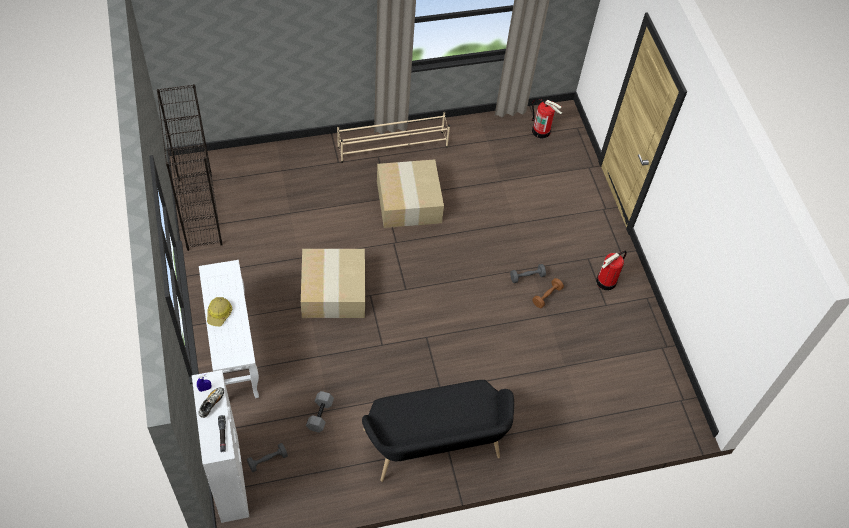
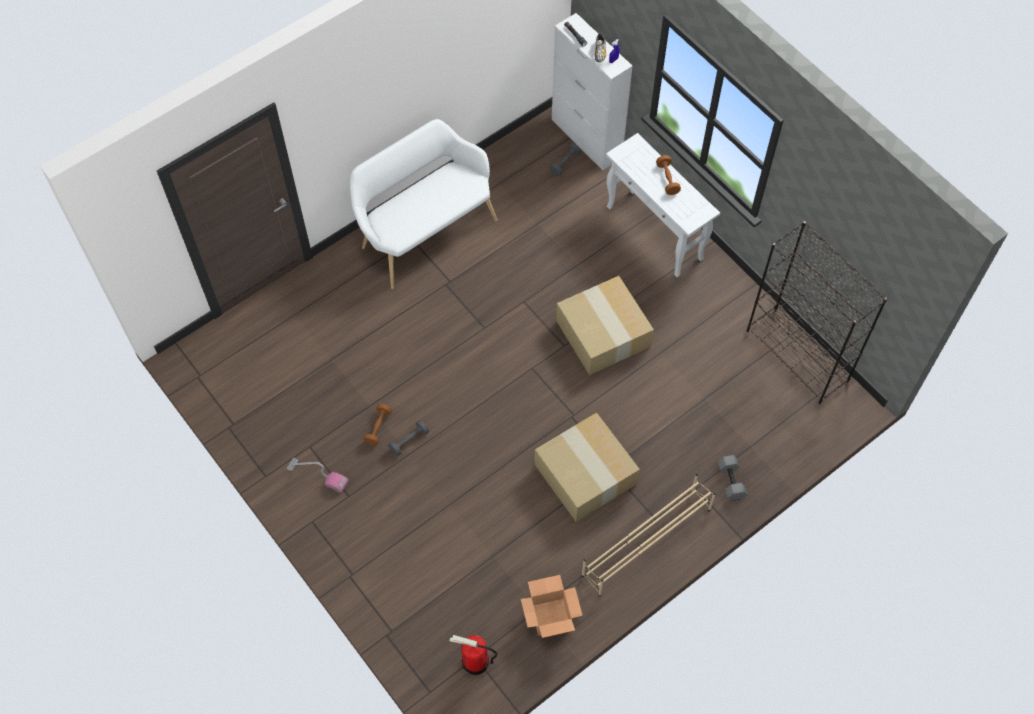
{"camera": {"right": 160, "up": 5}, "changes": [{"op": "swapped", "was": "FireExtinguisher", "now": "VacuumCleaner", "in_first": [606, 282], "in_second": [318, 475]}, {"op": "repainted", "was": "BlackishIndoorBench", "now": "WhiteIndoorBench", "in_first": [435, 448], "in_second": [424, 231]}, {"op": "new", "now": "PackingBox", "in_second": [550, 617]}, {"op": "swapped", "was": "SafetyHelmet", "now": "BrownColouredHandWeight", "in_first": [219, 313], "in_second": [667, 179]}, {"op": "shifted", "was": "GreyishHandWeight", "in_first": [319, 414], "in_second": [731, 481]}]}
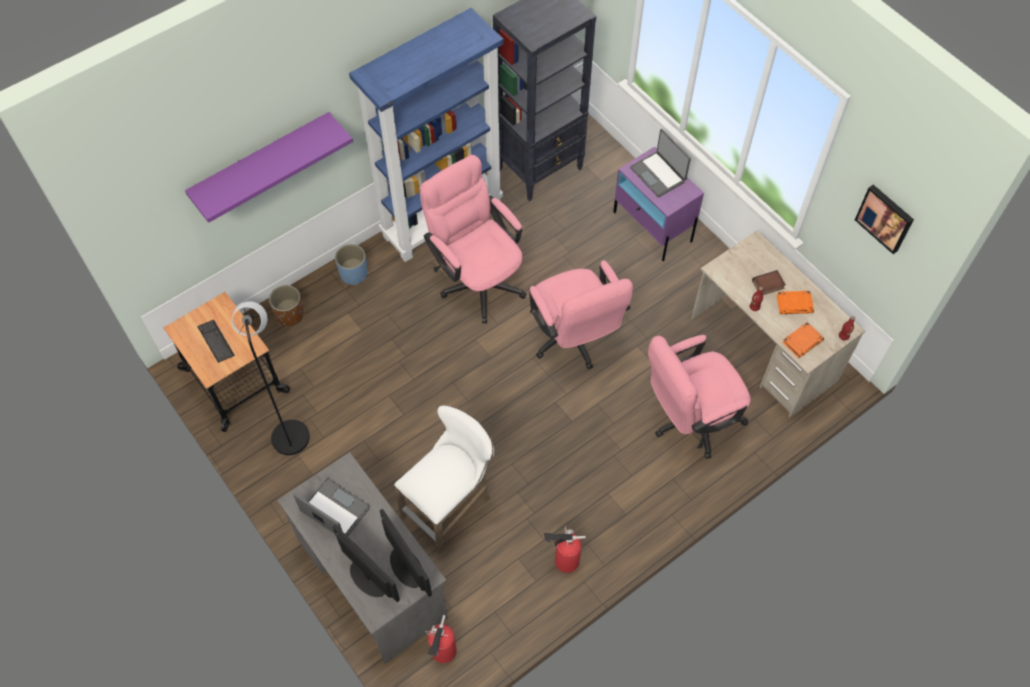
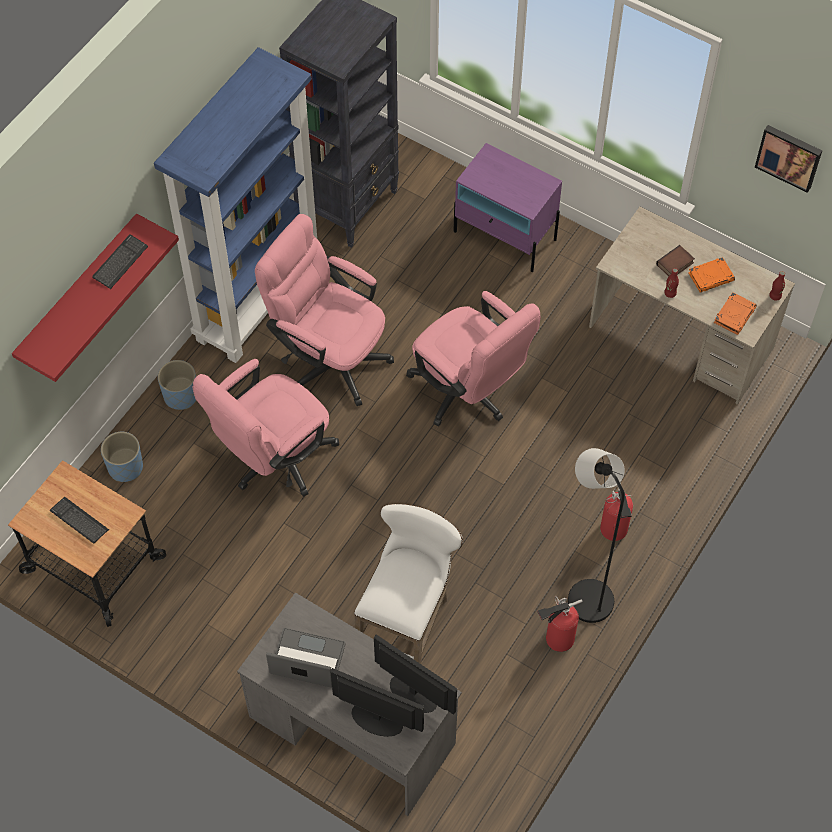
{"camera": {"right": -20, "up": 0}, "changes": [{"op": "repainted", "was": "PurplishWallShelf", "now": "RedColouredWallShelf", "in_first": [261, 161], "in_second": [78, 293]}, {"op": "new", "now": "PcKeyboard", "in_second": [120, 262]}, {"op": "repainted", "was": "BrownColouredPlanter", "now": "BluishPlanter", "in_first": [290, 315], "in_second": [125, 467]}, {"op": "shifted", "was": "PinkDeskChair", "in_first": [689, 420], "in_second": [273, 460]}, {"op": "shifted", "was": "BlackishFloorLamp", "in_first": [289, 431], "in_second": [585, 594]}, {"op": "shifted", "was": "FireExtinguisher", "in_first": [442, 653], "in_second": [614, 531]}, {"op": "gone", "was": "Laptop", "in_first": [658, 174]}]}
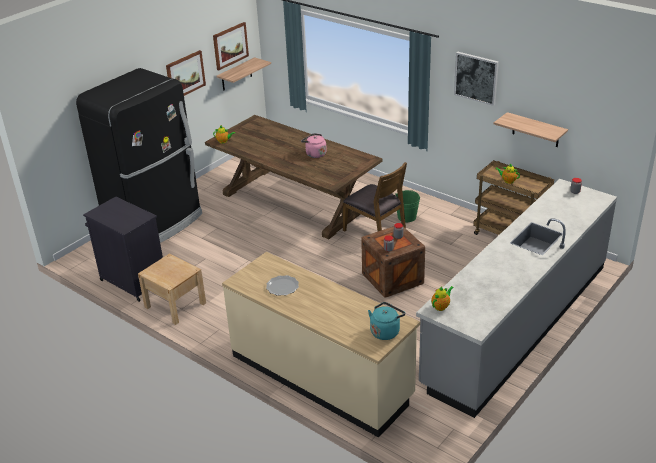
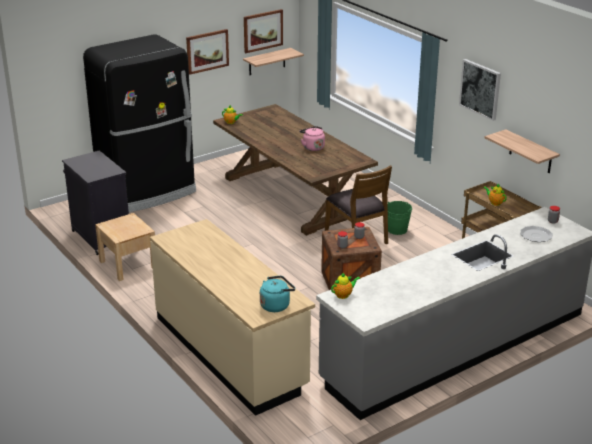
{"camera": {"right": 15, "up": -5}, "changes": [{"op": "shifted", "was": "DinnerPlate", "in_first": [282, 287], "in_second": [536, 236]}]}
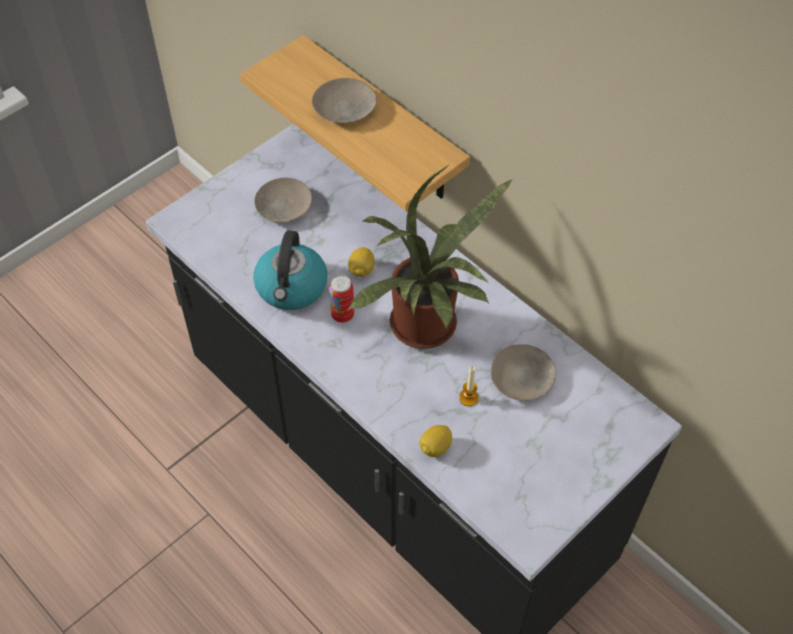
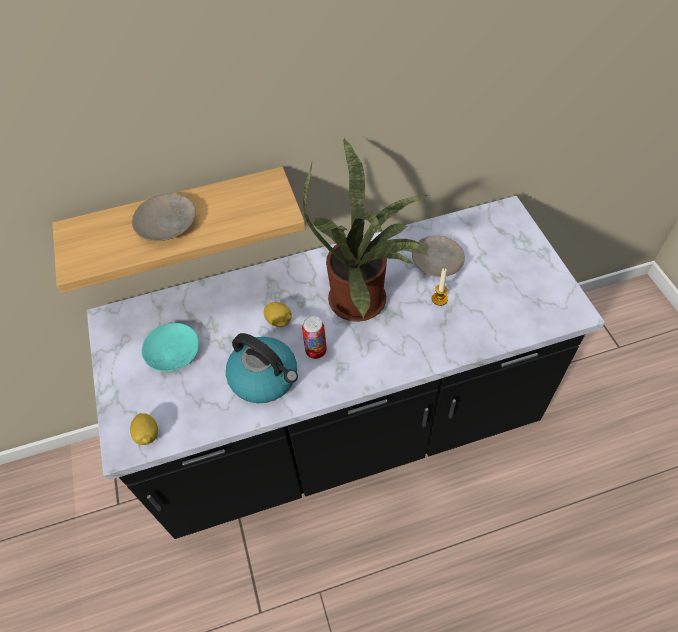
{"camera": {"right": -60, "up": 0}, "changes": [{"op": "shifted", "was": "CitrusFruit", "in_first": [435, 448], "in_second": [147, 435]}, {"op": "repainted", "was": "BeigeColouredDinnerPlate", "now": "TurquoiseColouredDinnerPlate", "in_first": [283, 206], "in_second": [173, 352]}]}
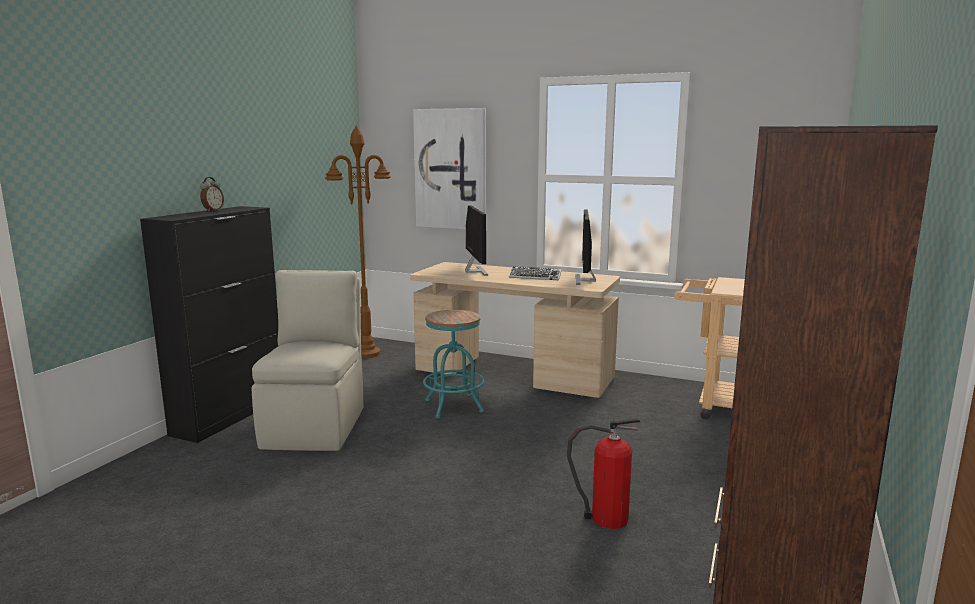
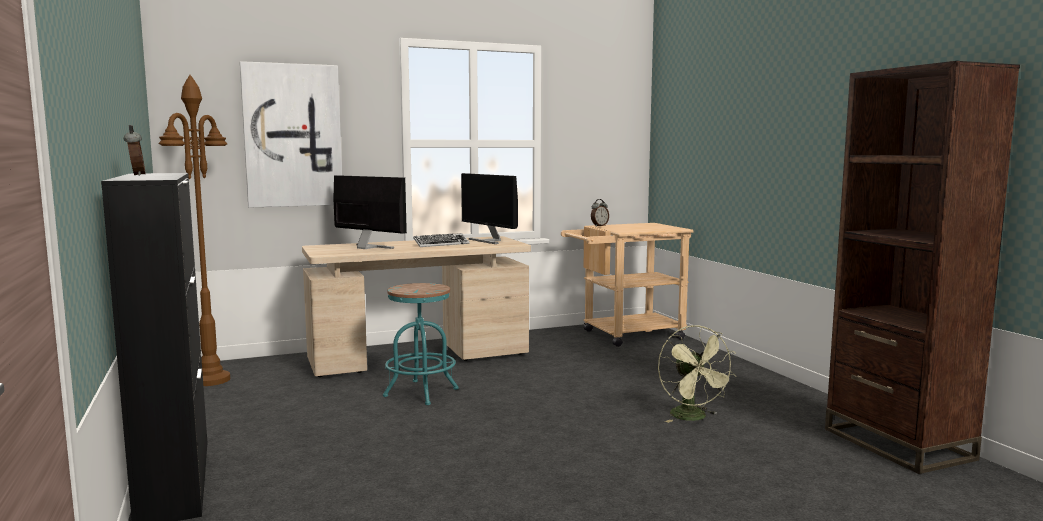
{"camera": {"right": -45, "up": -5}, "changes": [{"op": "new", "now": "TableClock", "in_second": [599, 226]}, {"op": "swapped", "was": "FireExtinguisher", "now": "GreenColouredCoolingFan", "in_first": [605, 518], "in_second": [693, 418]}, {"op": "gone", "was": "BeigeColouredChair", "in_first": [316, 426]}]}
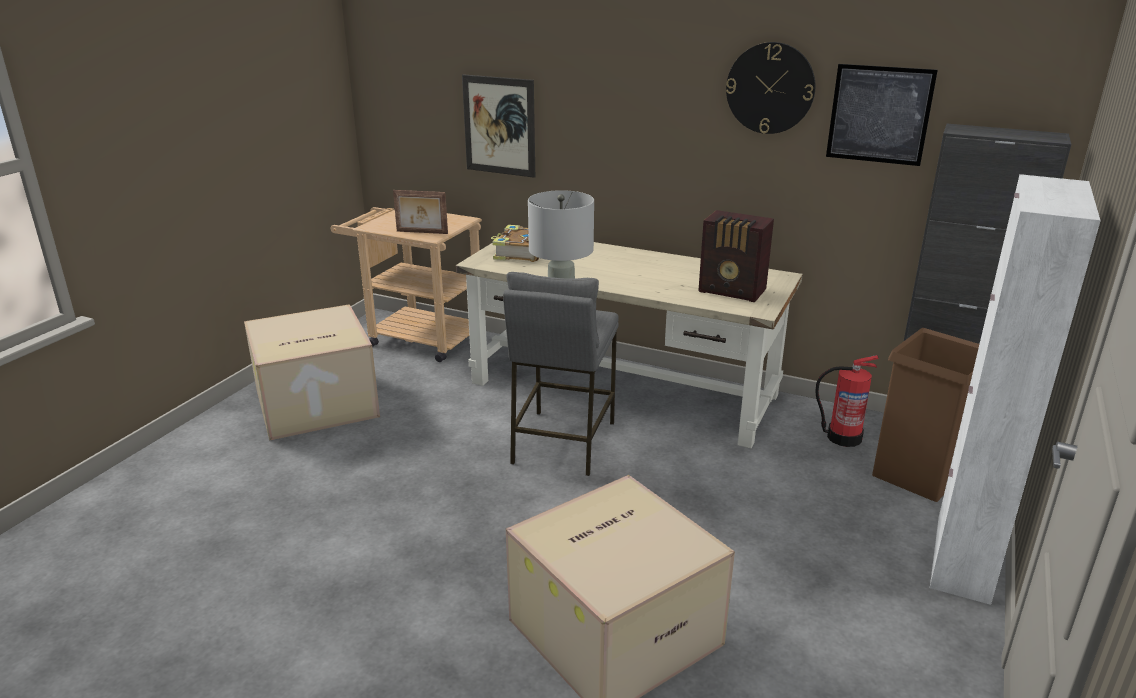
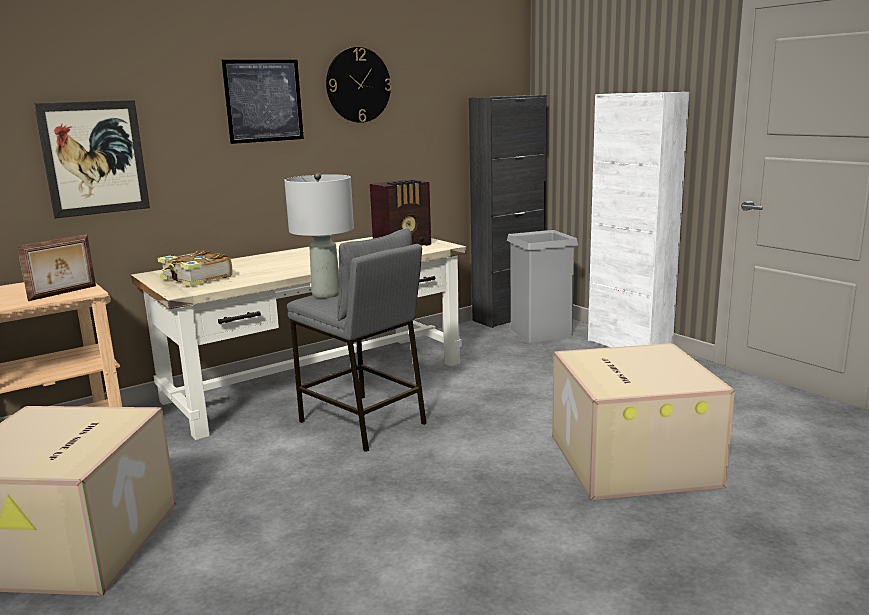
{"camera": {"right": -60, "up": -10}, "changes": [{"op": "shifted", "was": "WallArt", "in_first": [879, 114], "in_second": [263, 101]}, {"op": "repainted", "was": "BrownColouredRubbishBin", "now": "GreyishRubbishBin", "in_first": [917, 474], "in_second": [540, 332]}, {"op": "gone", "was": "FireExtinguisher", "in_first": [842, 437]}]}
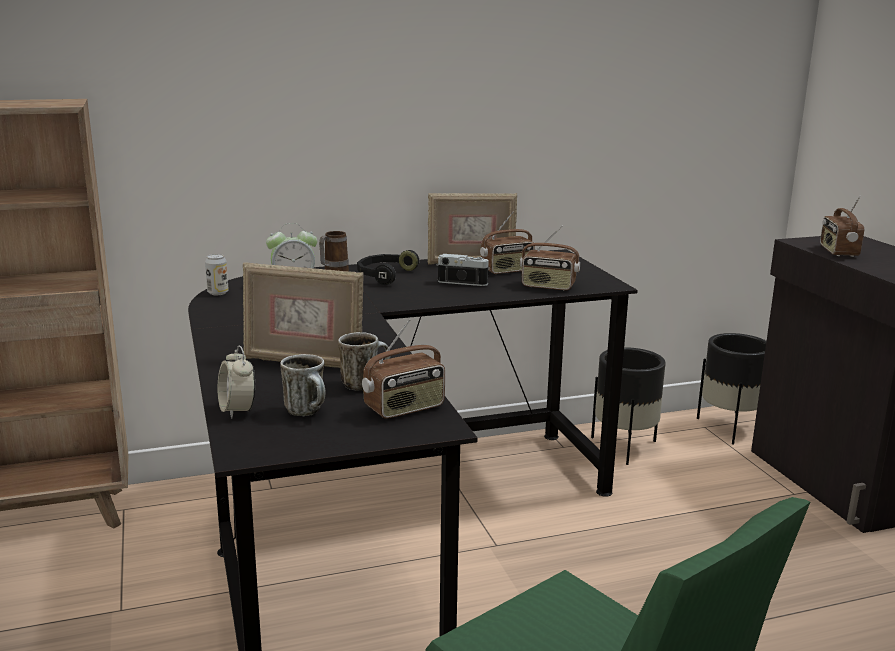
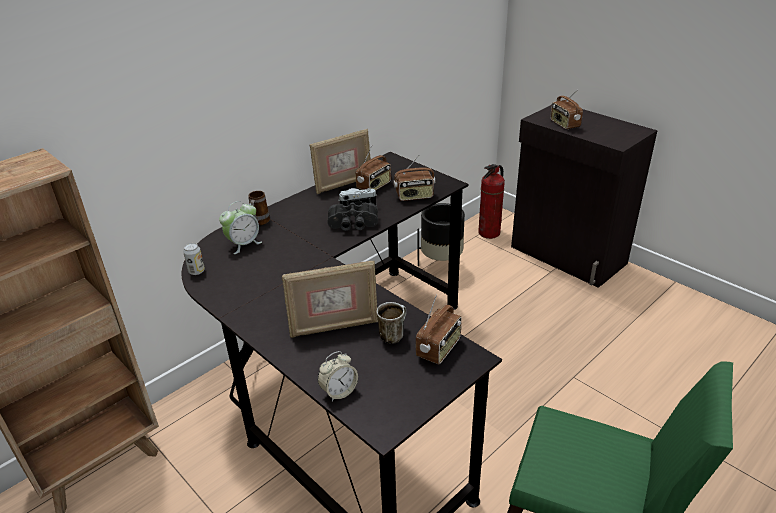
{"camera": {"right": -25, "up": 15}, "changes": [{"op": "rotated", "was": "TableClock", "in_first": [237, 410], "in_second": [339, 391], "clockwise": -75}, {"op": "new", "now": "BlackishBinoculars", "in_second": [353, 225]}, {"op": "swapped", "was": "BlackishPlanter", "now": "FireExtinguisher", "in_first": [729, 428], "in_second": [489, 233]}, {"op": "gone", "was": "Mug", "in_first": [309, 412]}, {"op": "gone", "was": "BlackishPairOfHeadphones", "in_first": [384, 275]}]}
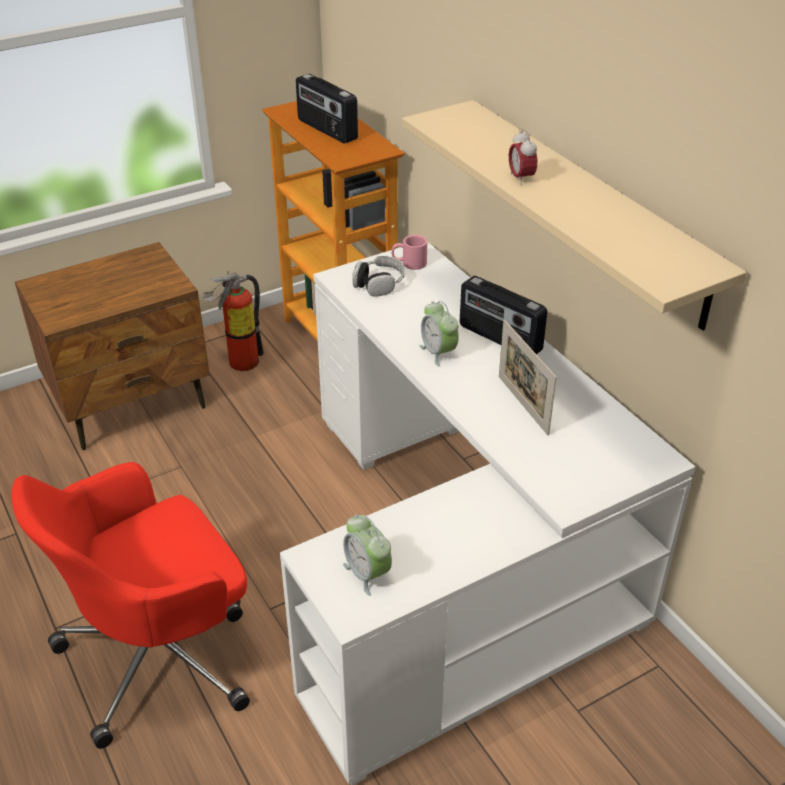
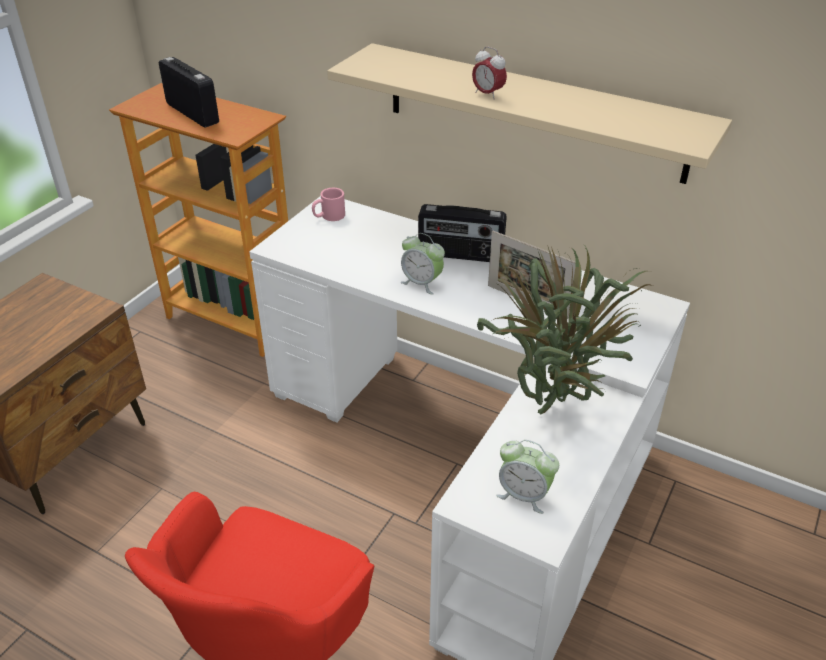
{"camera": {"right": -30, "up": 0}, "changes": [{"op": "rotated", "was": "Radio", "in_first": [326, 130], "in_second": [193, 113], "clockwise": -150}, {"op": "new", "now": "Houseplant", "in_second": [556, 403]}, {"op": "gone", "was": "FireExtinguisher", "in_first": [239, 362]}, {"op": "gone", "was": "PairOfHeadphones", "in_first": [379, 283]}]}
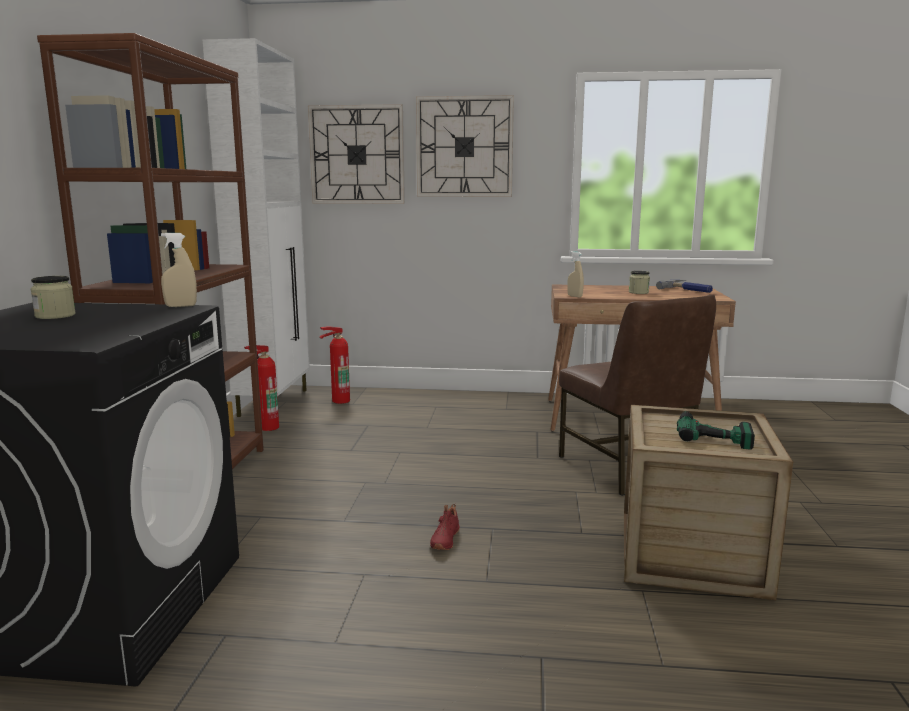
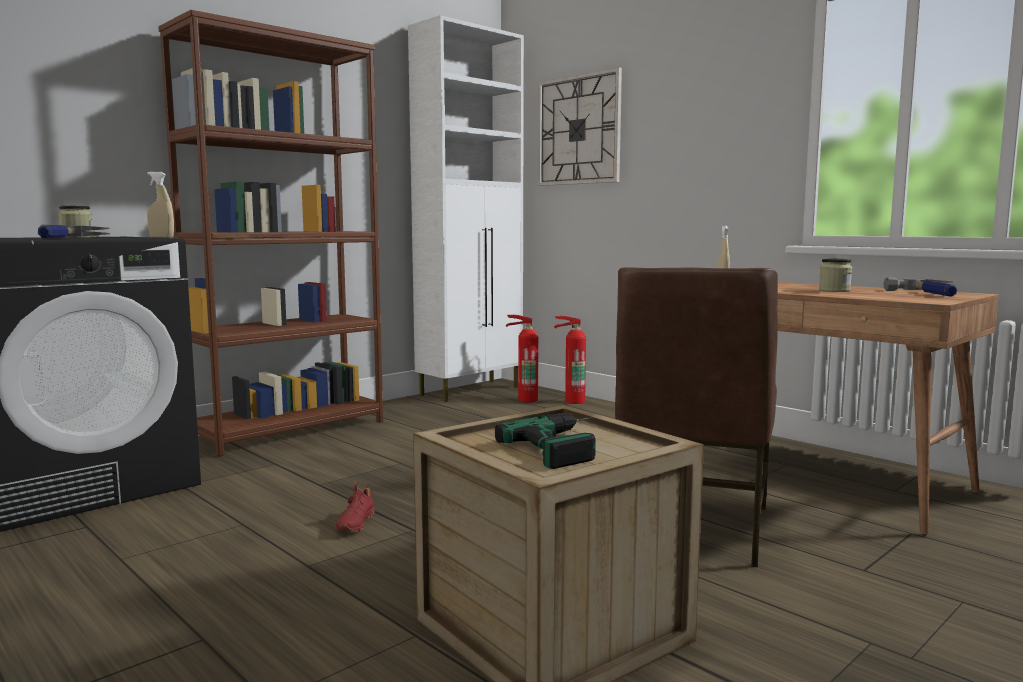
{"camera": {"right": 40, "up": -5}, "changes": [{"op": "new", "now": "Hammer", "in_second": [64, 238]}, {"op": "rotated", "was": "RedColouredItemOfFootwear", "in_first": [444, 539], "in_second": [354, 523], "clockwise": -45}, {"op": "shifted", "was": "FireExtinguisher", "in_first": [266, 427], "in_second": [572, 401]}, {"op": "gone", "was": "HangingClock", "in_first": [464, 147]}]}
